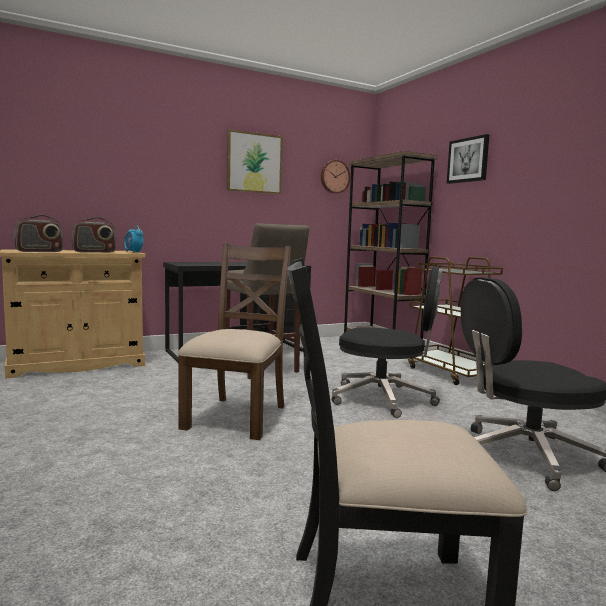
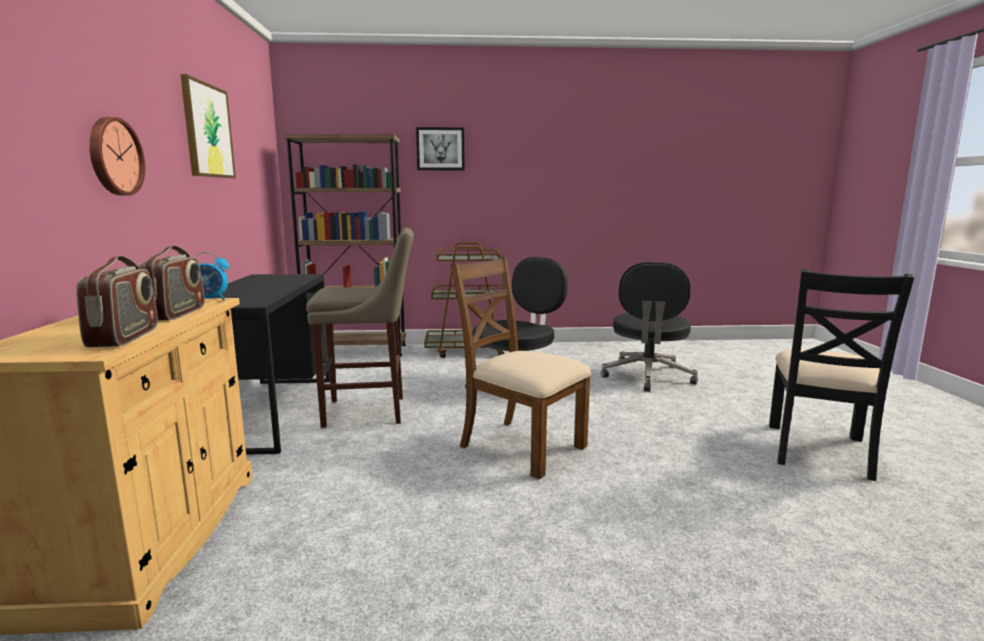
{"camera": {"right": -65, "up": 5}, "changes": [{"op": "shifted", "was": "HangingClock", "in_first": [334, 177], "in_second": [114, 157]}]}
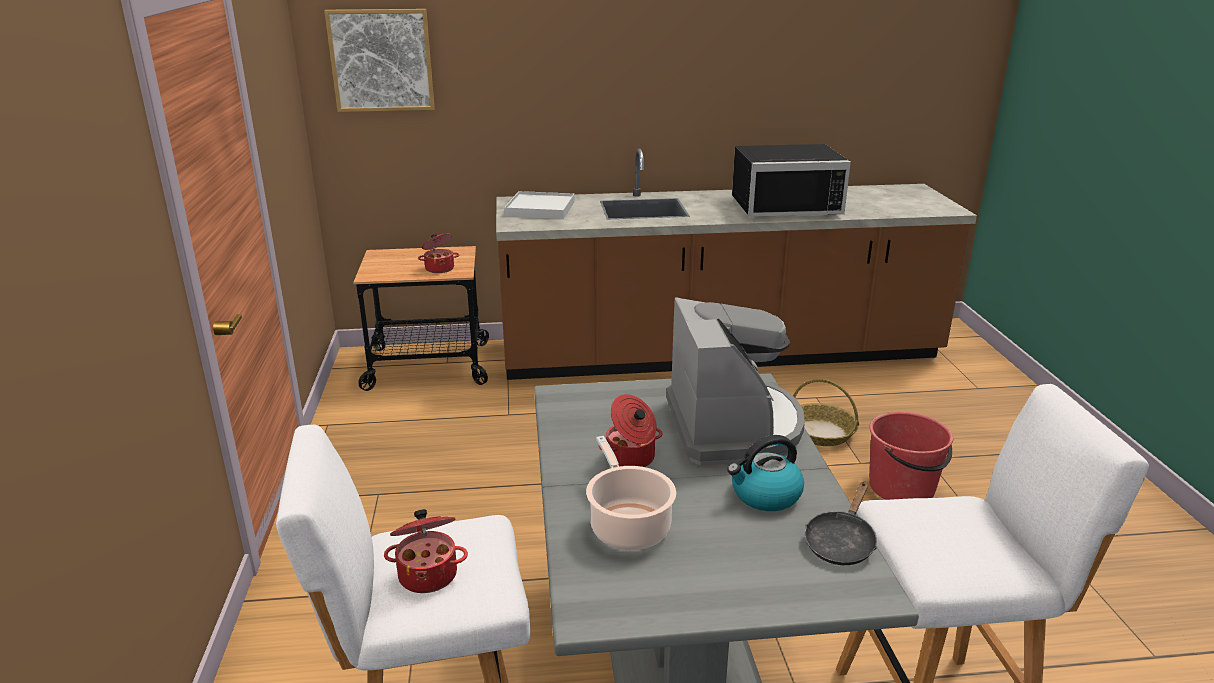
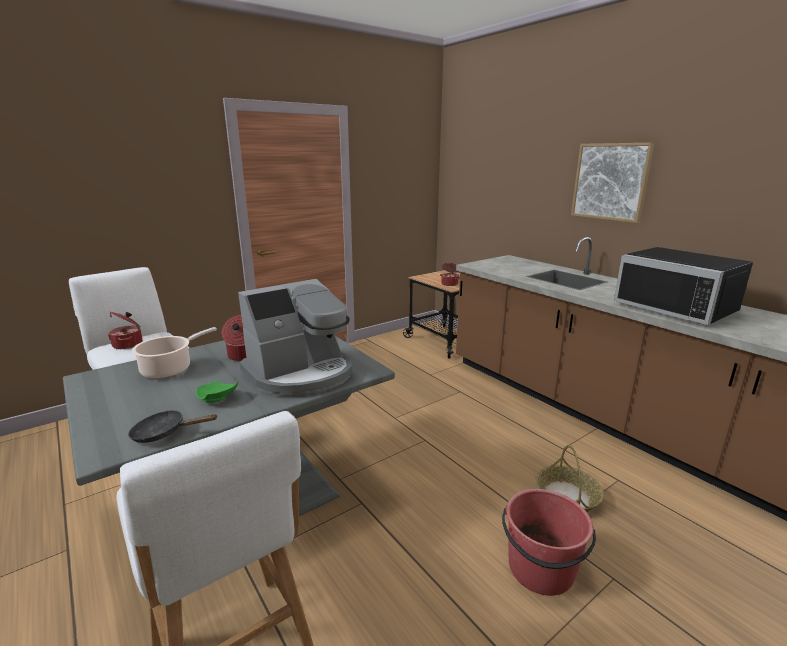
{"camera": {"right": 60, "up": -5}, "changes": [{"op": "swapped", "was": "WaterKettle", "now": "GreenColouredDinnerPlate", "in_first": [765, 495], "in_second": [216, 398]}, {"op": "shifted", "was": "WallArt", "in_first": [381, 60], "in_second": [610, 181]}, {"op": "gone", "was": "WhiteTray", "in_first": [540, 209]}]}
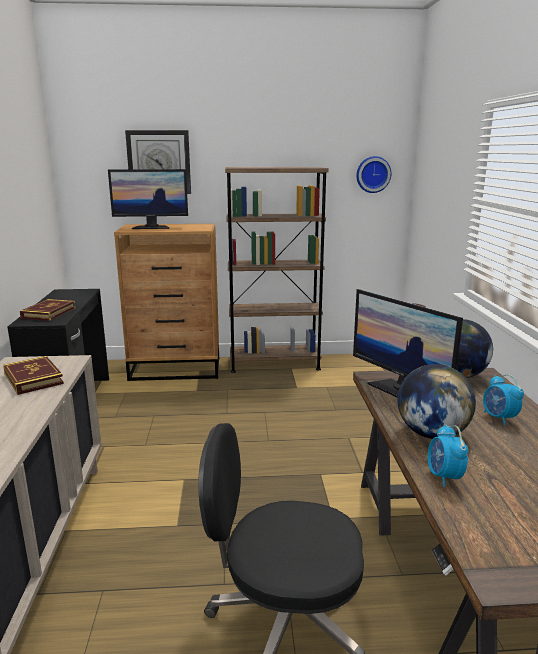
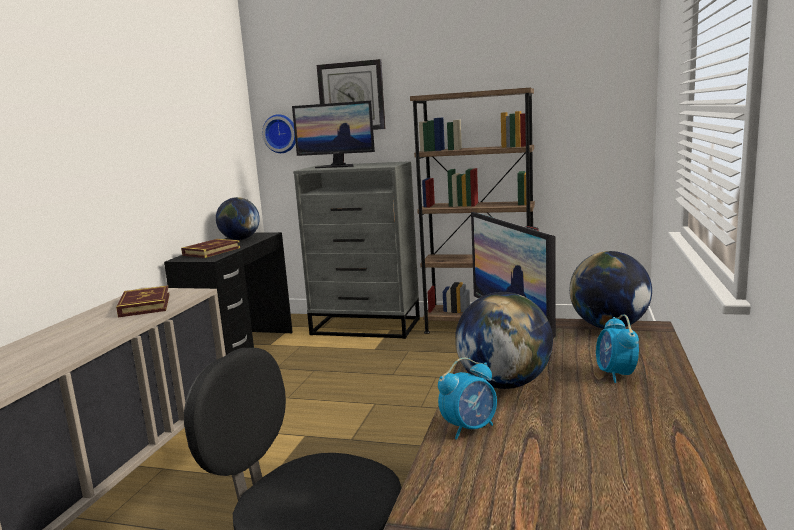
{"camera": {"right": 20, "up": -5}, "changes": [{"op": "new", "now": "WorldGlobe", "in_second": [240, 239]}, {"op": "shifted", "was": "HangingClock", "in_first": [373, 174], "in_second": [281, 133]}, {"op": "repainted", "was": "BrownColouredDrawerChest", "now": "GreyishDrawerChest", "in_first": [176, 369], "in_second": [366, 327]}, {"op": "rotated", "was": "TableClock", "in_first": [444, 477], "in_second": [470, 428], "clockwise": -135}]}
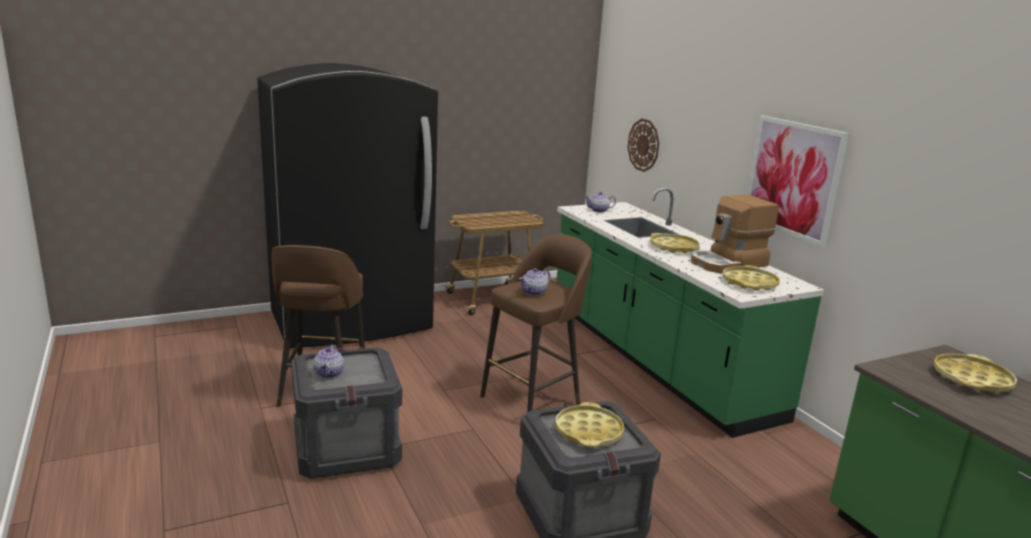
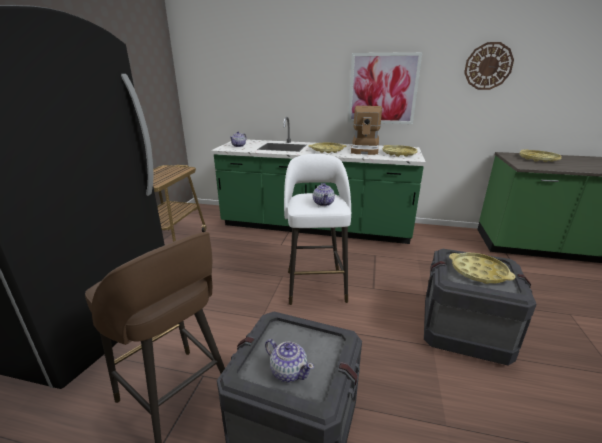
{"camera": {"right": -50, "up": 5}, "changes": [{"op": "repainted", "was": "BrownColouredStoolSeat", "now": "WhiteStoolSeat", "in_first": [533, 399], "in_second": [315, 285]}, {"op": "shifted", "was": "HangingClock", "in_first": [643, 145], "in_second": [488, 66]}]}
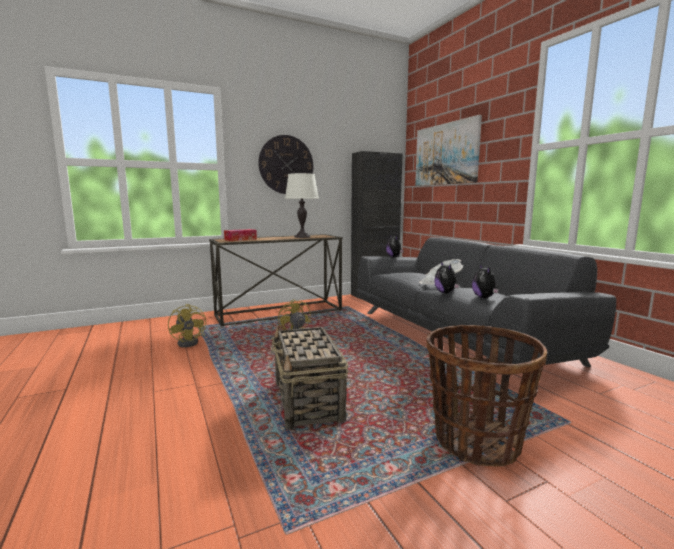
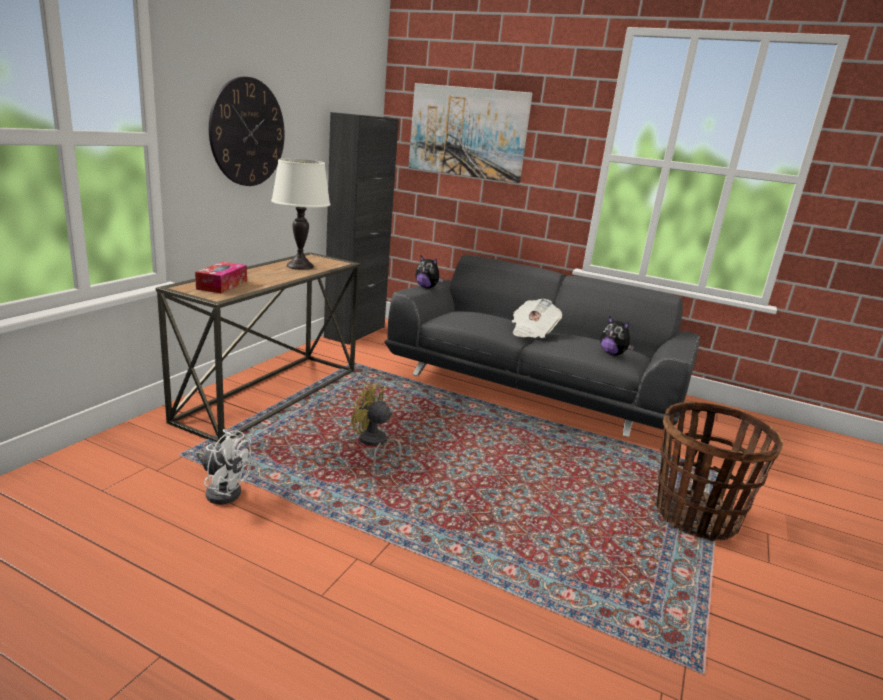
{"camera": {"right": -40, "up": 10}, "changes": [{"op": "repainted", "was": "YellowCoolingFan", "now": "WhiteCoolingFan", "in_first": [191, 342], "in_second": [223, 490]}, {"op": "gone", "was": "HouseholdBasket", "in_first": [308, 402]}, {"op": "gone", "was": "CuddlyToy", "in_first": [446, 293]}]}
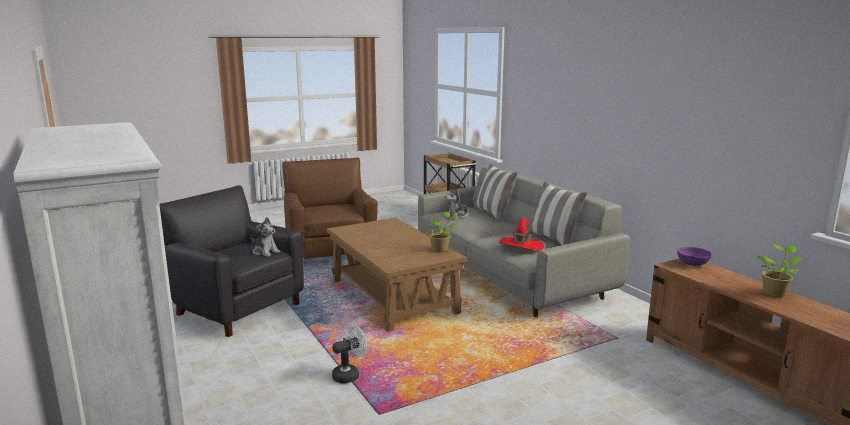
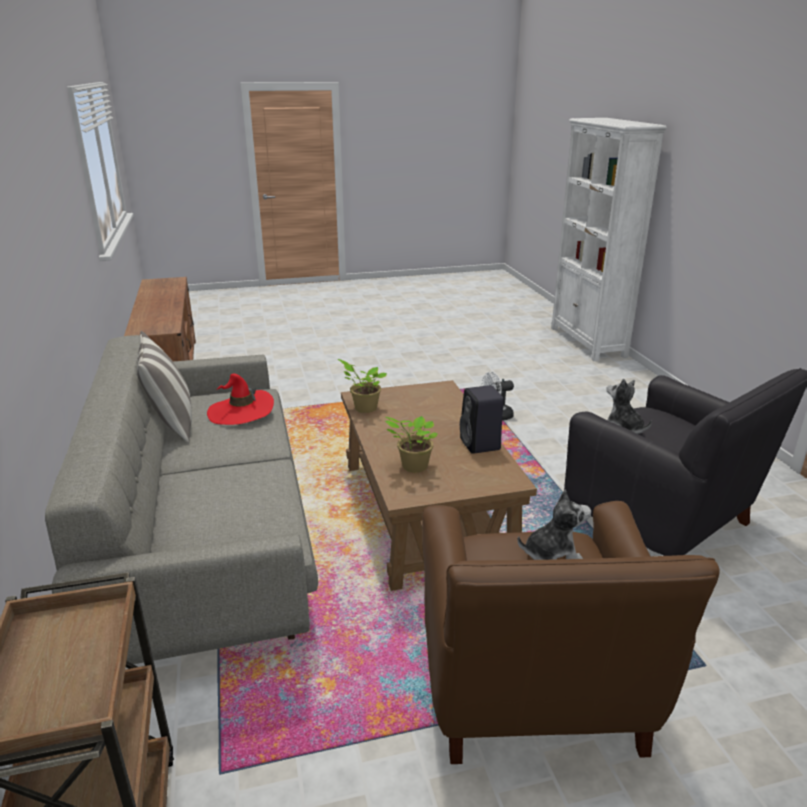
{"camera": {"right": -165, "up": 10}, "changes": [{"op": "shifted", "was": "Houseplant", "in_first": [774, 293], "in_second": [413, 466]}, {"op": "new", "now": "BlackishAudioSpeaker", "in_second": [481, 445]}, {"op": "shifted", "was": "CuddlyToy", "in_first": [457, 216], "in_second": [552, 555]}, {"op": "gone", "was": "ThrowPillow", "in_first": [494, 214]}, {"op": "gone", "was": "PurplishServingBowl", "in_first": [693, 264]}]}
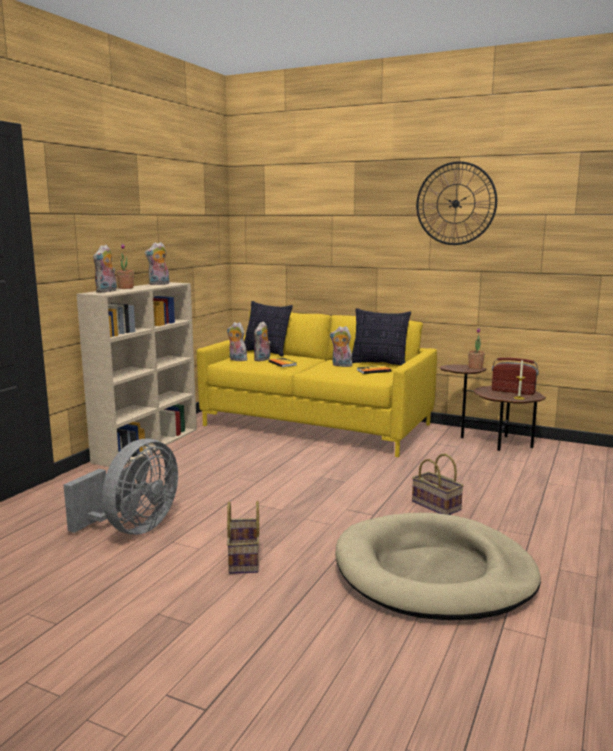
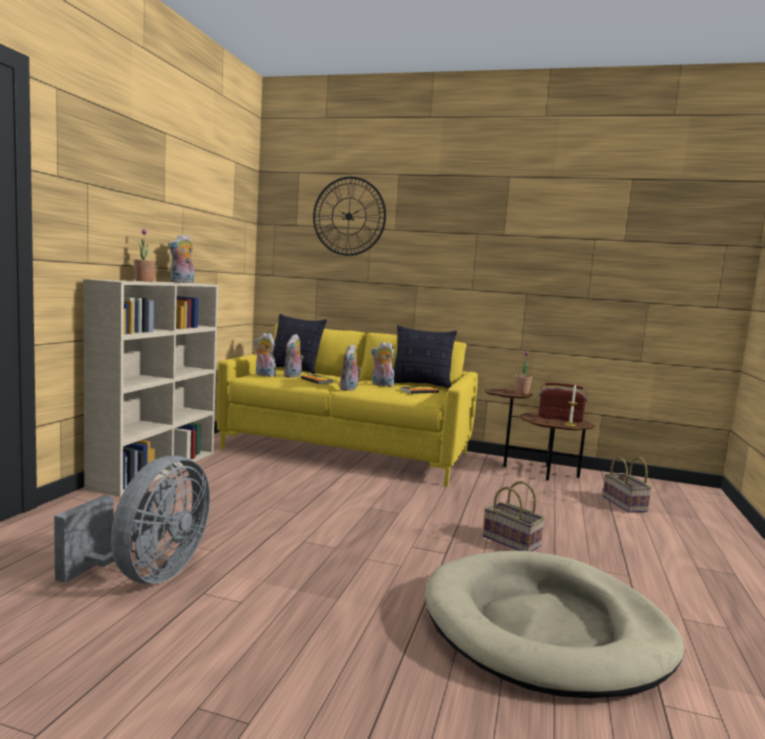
{"camera": {"right": -10, "up": -5}, "changes": [{"op": "shifted", "was": "HangingClock", "in_first": [455, 203], "in_second": [349, 216]}, {"op": "shifted", "was": "CuddlyToy", "in_first": [107, 291], "in_second": [349, 389]}, {"op": "shifted", "was": "HouseholdBasket", "in_first": [245, 560], "in_second": [625, 504]}]}
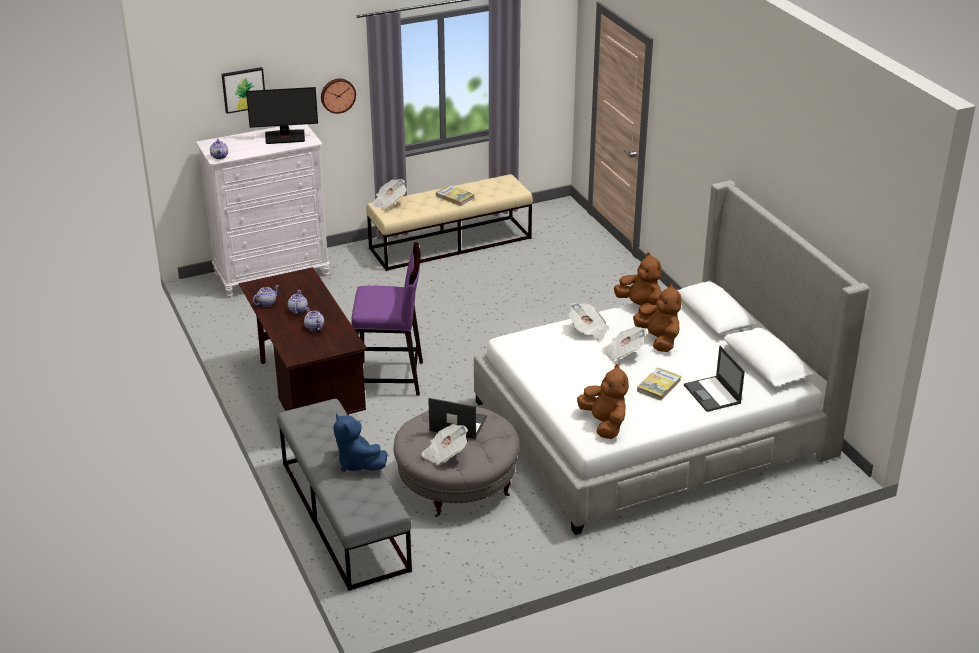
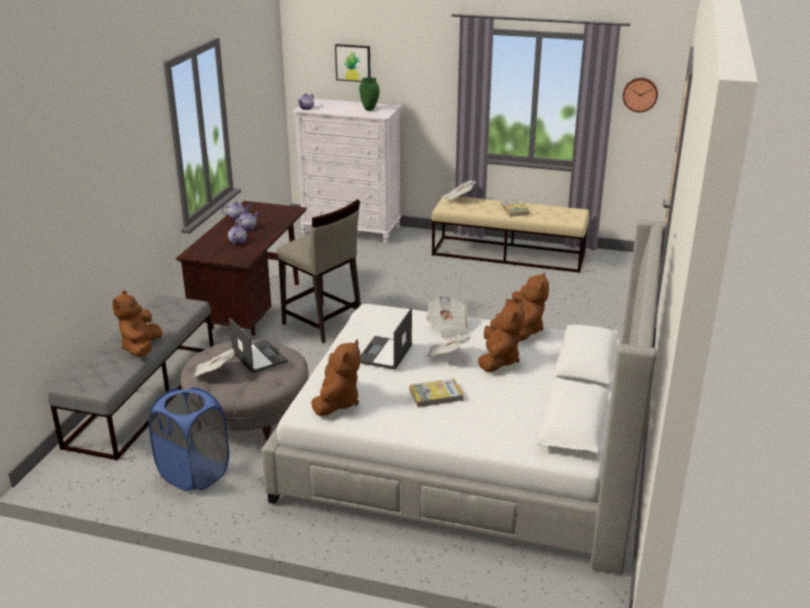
{"camera": {"right": 40, "up": -5}, "changes": [{"op": "repainted", "was": "BluishCuddlyToy", "now": "BrownColouredCuddlyToy", "in_first": [357, 463], "in_second": [141, 348]}, {"op": "new", "now": "BluishWashingBasket", "in_second": [194, 474]}, {"op": "repainted", "was": "PurplishStoolSeat", "now": "BeigeColouredStoolSeat", "in_first": [391, 378], "in_second": [322, 323]}, {"op": "swapped", "was": "ComputerDisplay", "now": "GreenColouredVase", "in_first": [285, 137], "in_second": [370, 109]}, {"op": "shifted", "was": "Laptop", "in_first": [712, 394], "in_second": [384, 353]}, {"op": "shifted", "was": "HangingClock", "in_first": [337, 95], "in_second": [640, 94]}]}
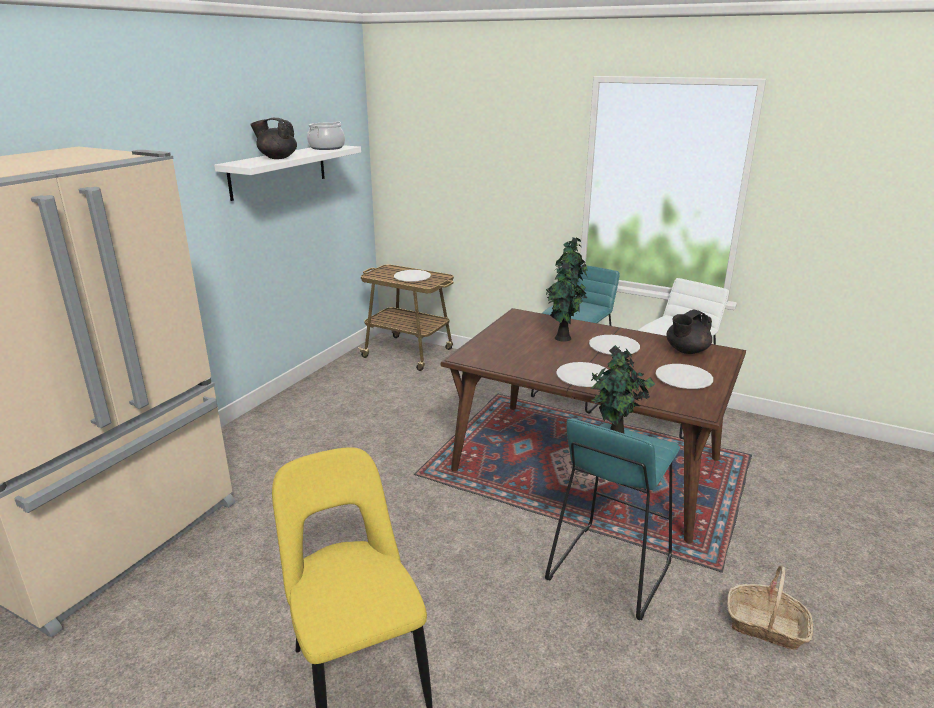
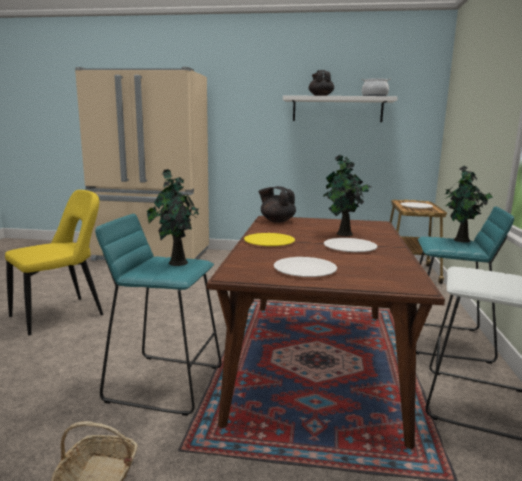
{"camera": {"right": 70, "up": -10}, "changes": [{"op": "repainted", "was": "WhiteDinnerPlate", "now": "YellowDinnerPlate", "in_first": [584, 376], "in_second": [269, 241]}, {"op": "shifted", "was": "BlackishTeapot", "in_first": [686, 351], "in_second": [277, 221]}]}
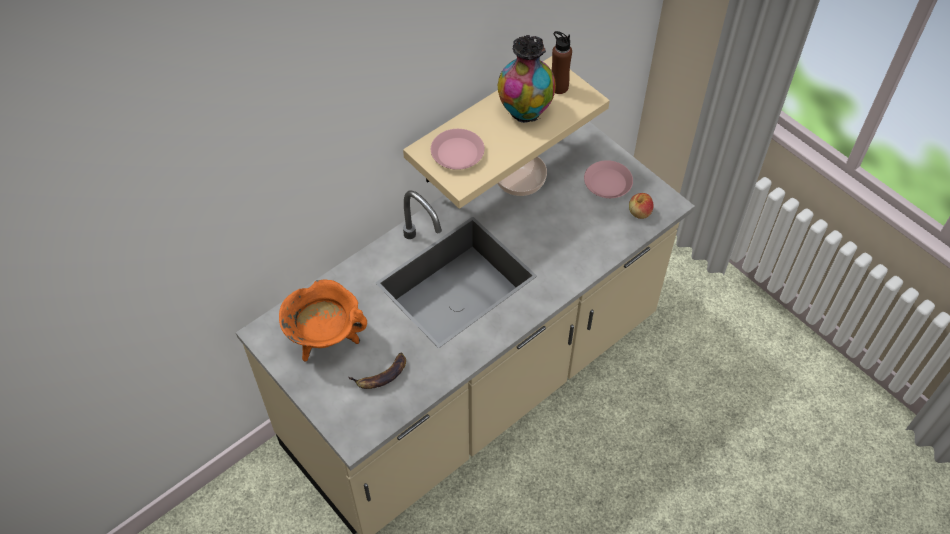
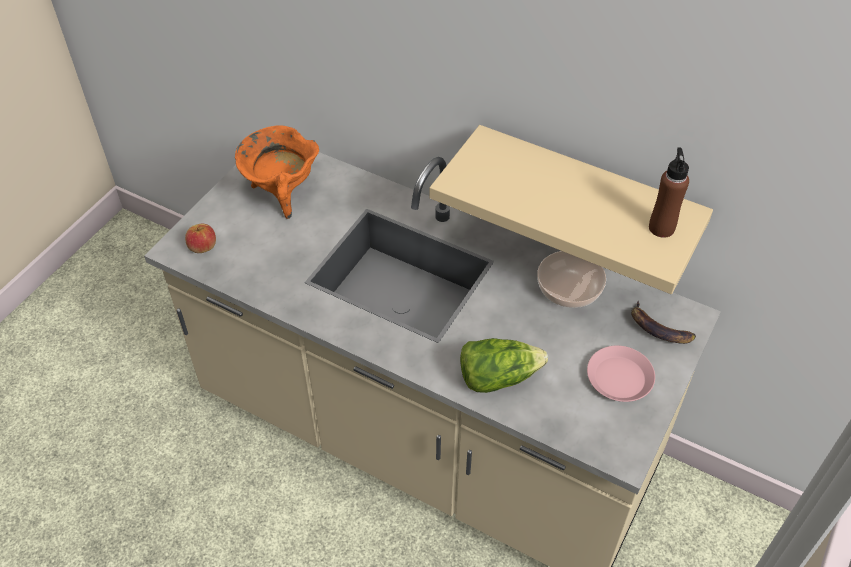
{"camera": {"right": 70, "up": -5}, "changes": [{"op": "shifted", "was": "Apple", "in_first": [639, 212], "in_second": [202, 247]}, {"op": "new", "now": "HeadOfLettuce", "in_second": [498, 376]}, {"op": "shifted", "was": "BananaFruit", "in_first": [381, 375], "in_second": [658, 329]}, {"op": "gone", "was": "PinkDinnerPlate", "in_first": [457, 153]}, {"op": "gone", "was": "Vase", "in_first": [525, 110]}]}
